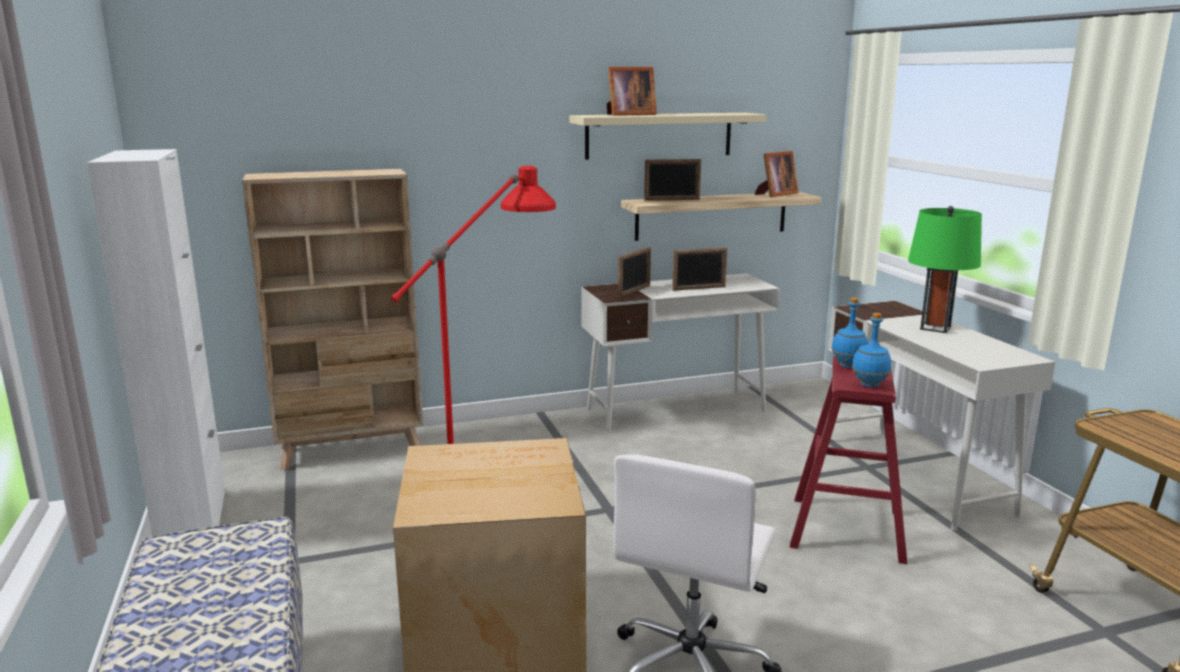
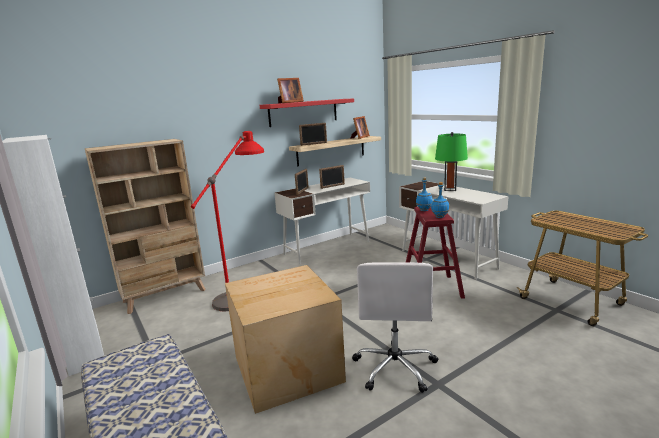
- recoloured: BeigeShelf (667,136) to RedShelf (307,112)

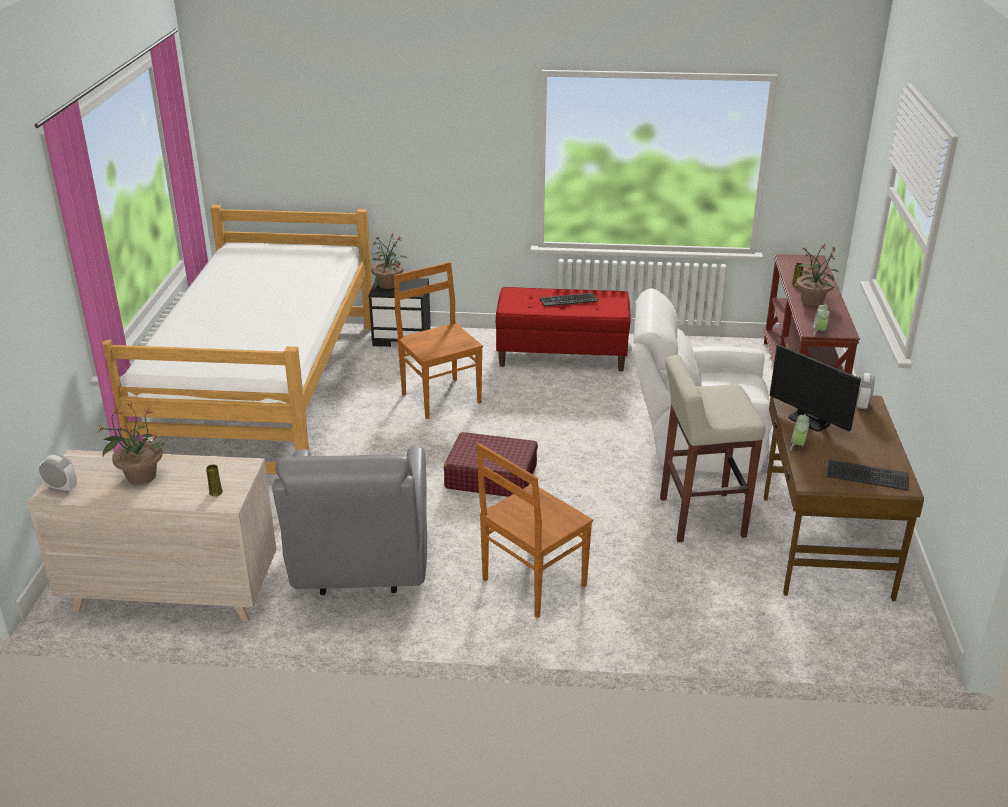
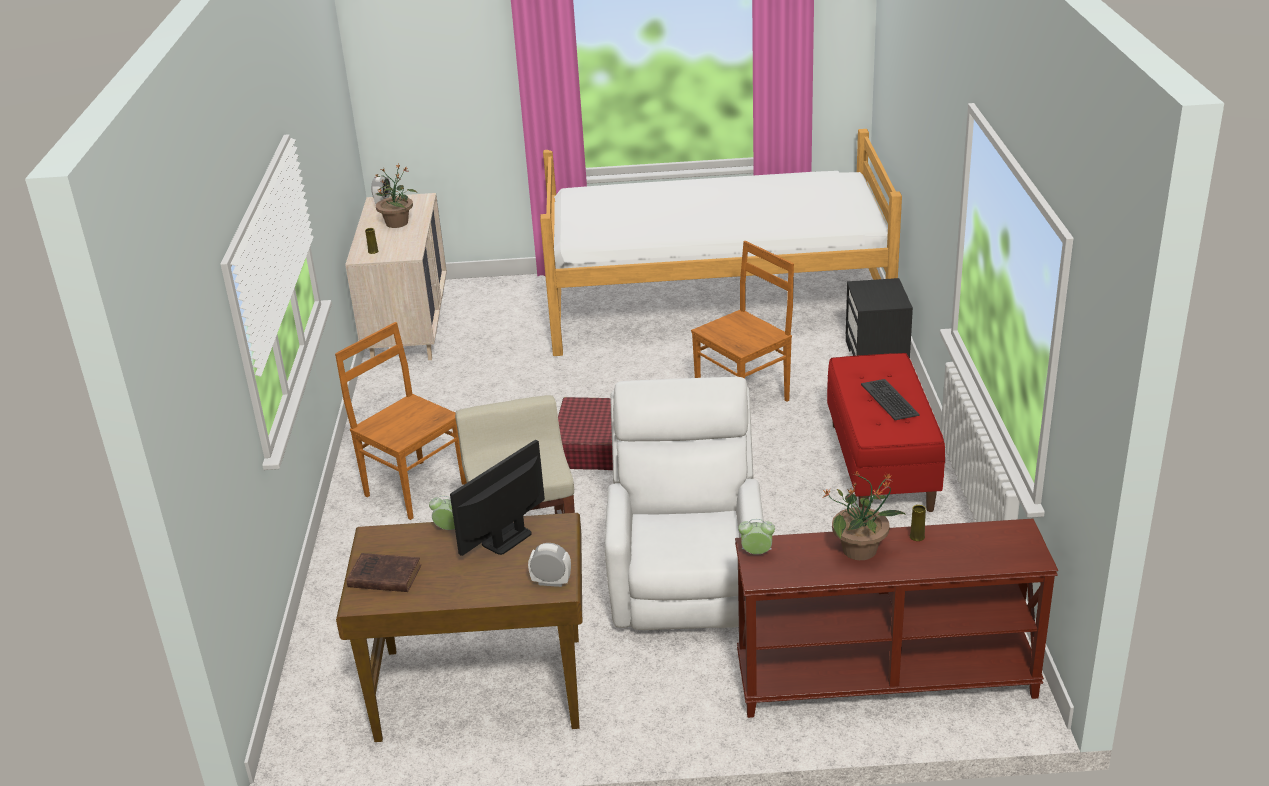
- removed: GreyArmchair (349,520)
- removed: PottedPlant (389,261)
- replaced: Keyboard (868,475) to BrownBook (384,572)

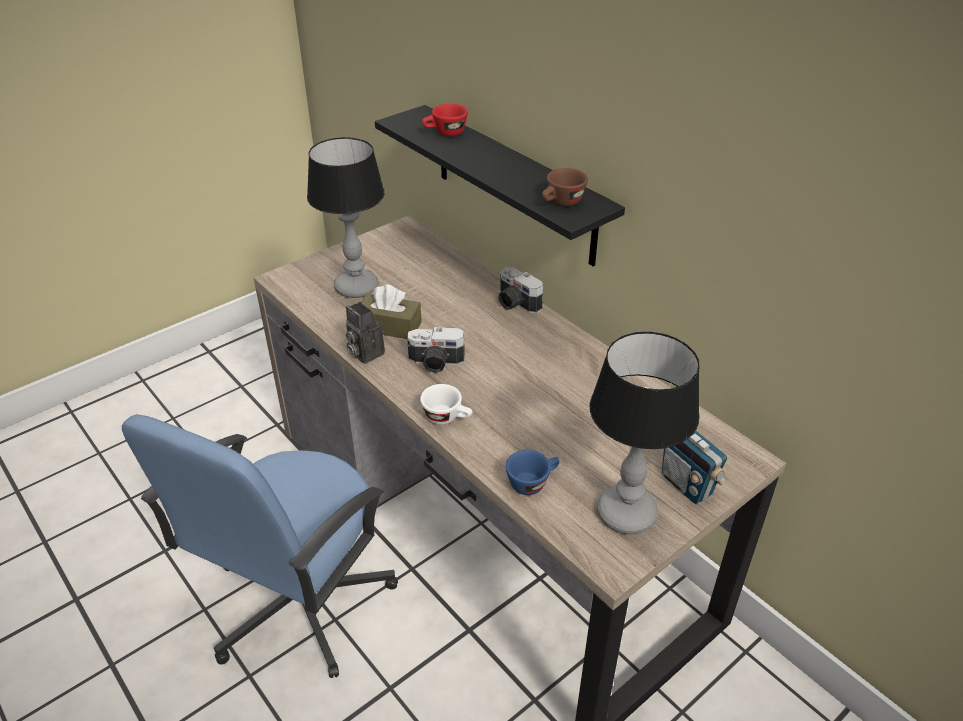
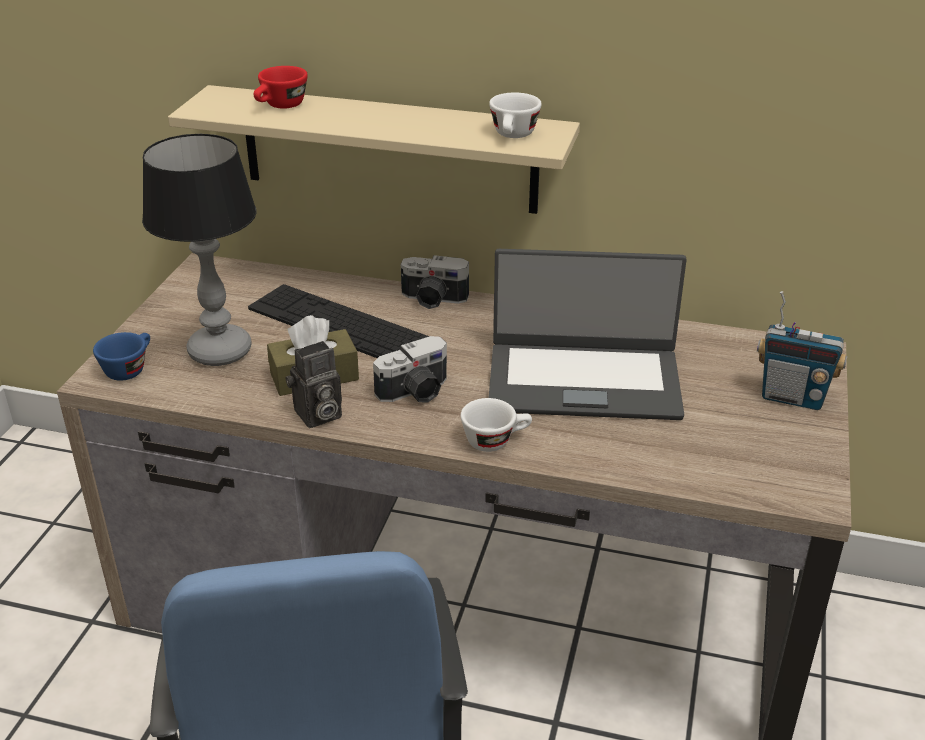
- removed: TableLamp (645,433)
- added: Keyboard (338,321)
- added: Laptop (588,334)
- moved: BlueCup (533,472) to (121,356)
- recoloured: BlackShelf (500,185) to BeigeShelf (374,149)
- recoloured: BrownCup (565,187) to WhiteCup (515,115)
- turned: PhotoCamera (365,333) = (313,384) 45 degrees counterclockwise

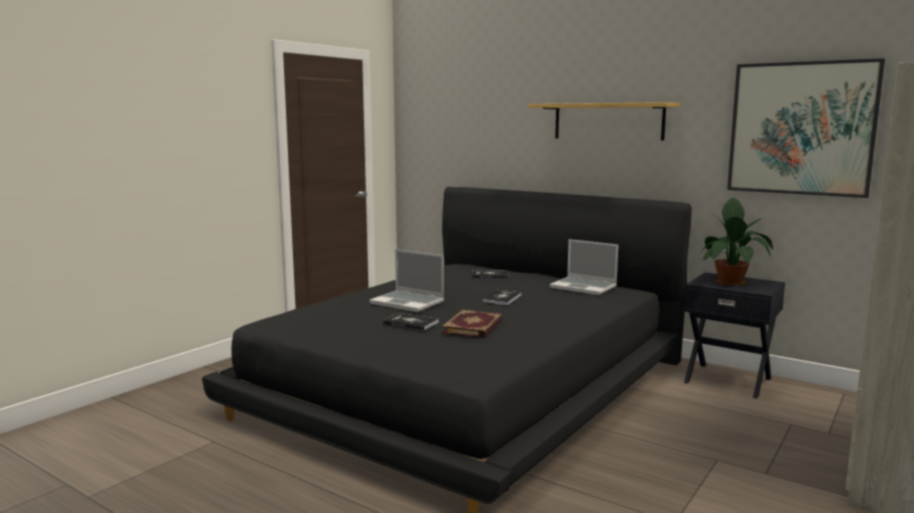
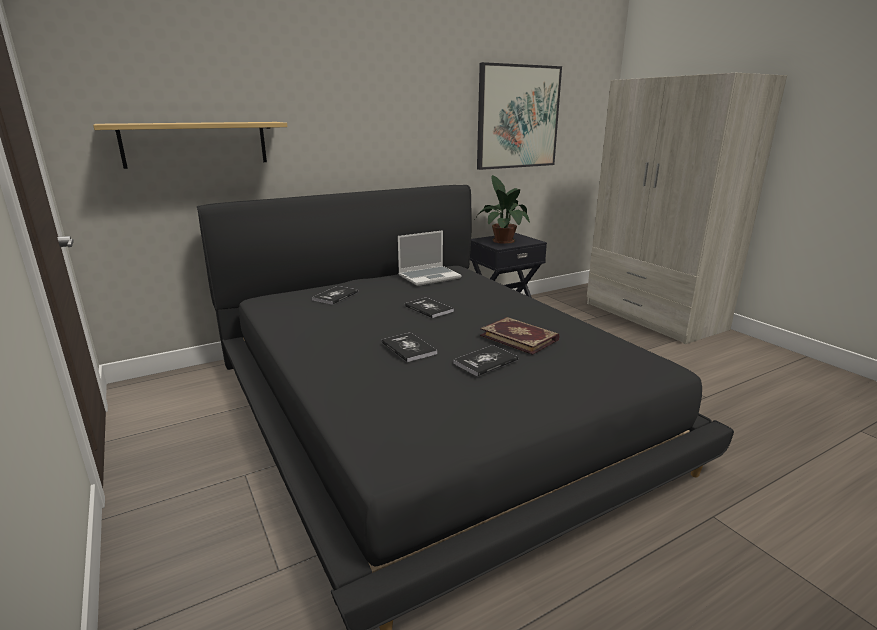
- moved: Shelf (604,121) to (190,145)
- replaced: Laptop (406,280) to Book (409,347)

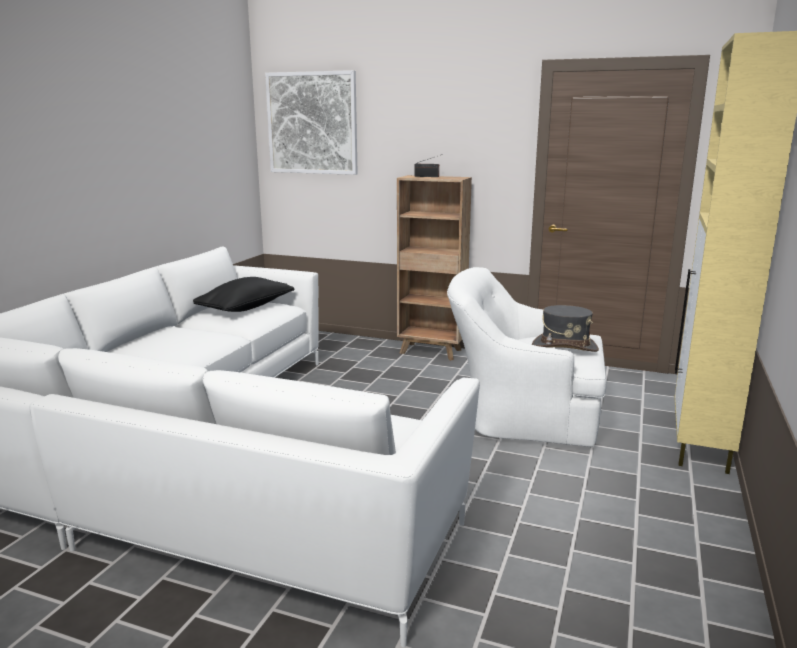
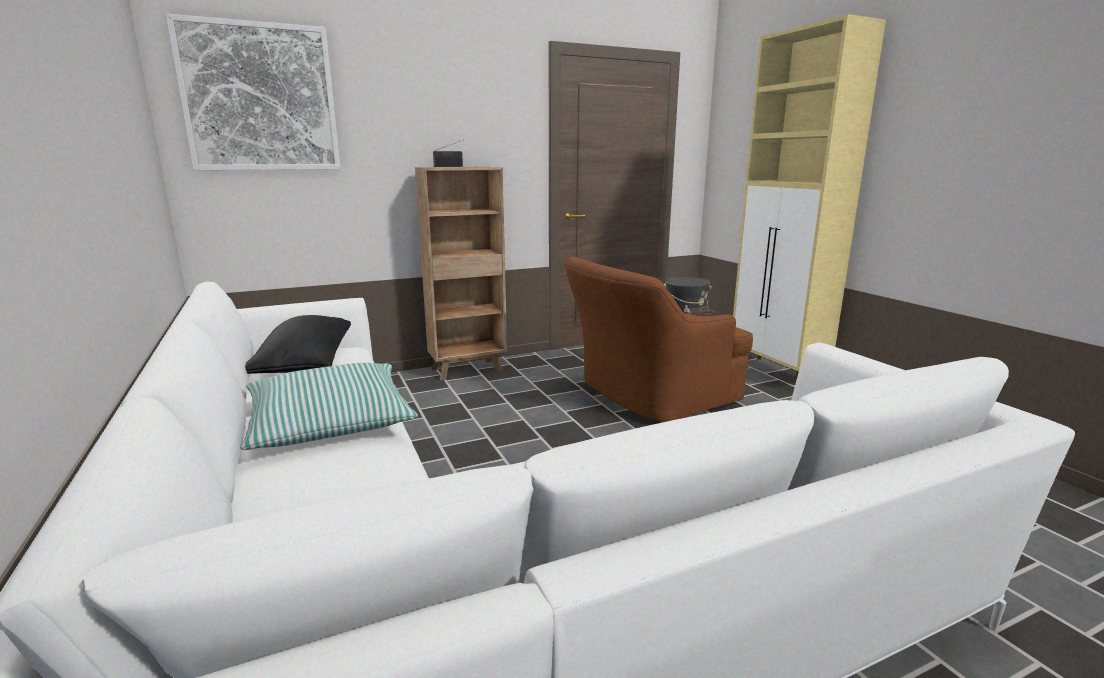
- added: Pillow (329,406)
- recoloured: WhiteArmchair (527,357) to BrownArmchair (659,339)

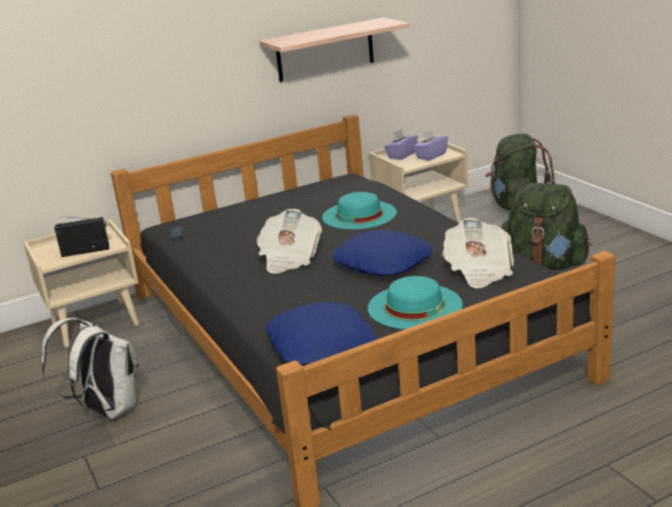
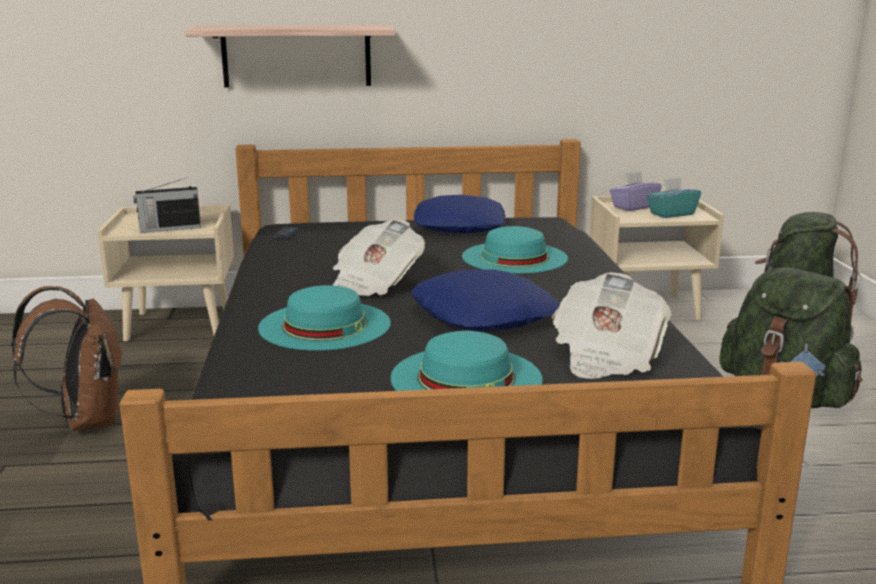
- added: TurquoiseHat (324,318)
- moved: Shelf (334,49) to (290,56)
- moved: BluePillow (320,333) to (460,214)
- recoloured: WhiteBackpack (90,368) to BrownBackpack (67,358)
- recoloured: PurpleTissueBox (430,144) to TurquoiseTissueBox (674,197)
- turned: Radio (81,236) = (167,205) 150 degrees clockwise

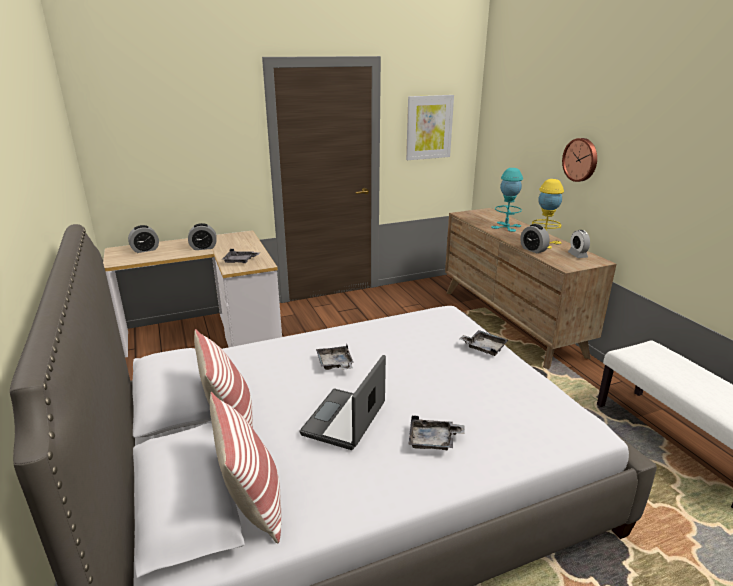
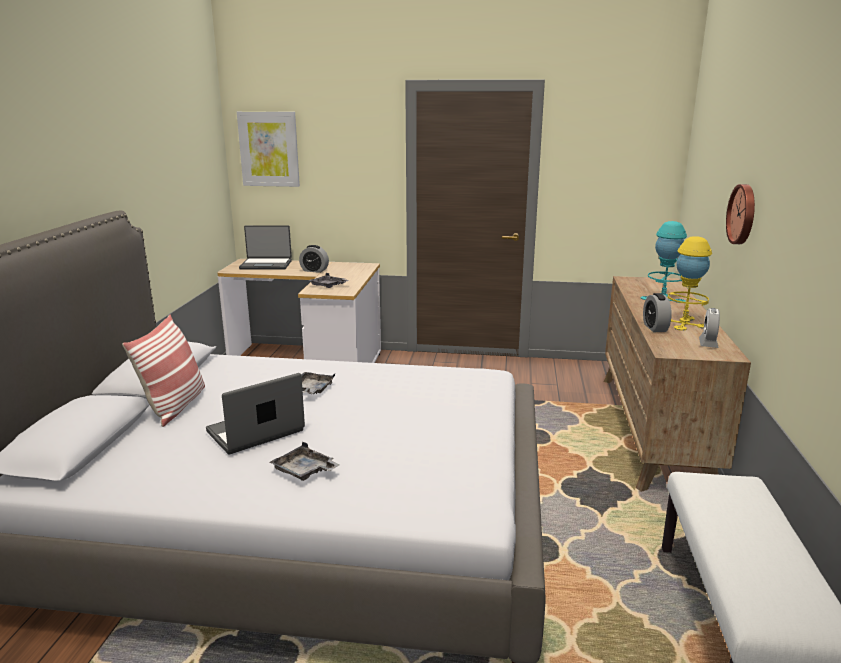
- removed: Pillow (245,467)
- removed: GreyTray (483,343)
- moved: Picture (430,127) to (268,149)
- replaced: AlarmClock (143,239) to Laptop (265,247)

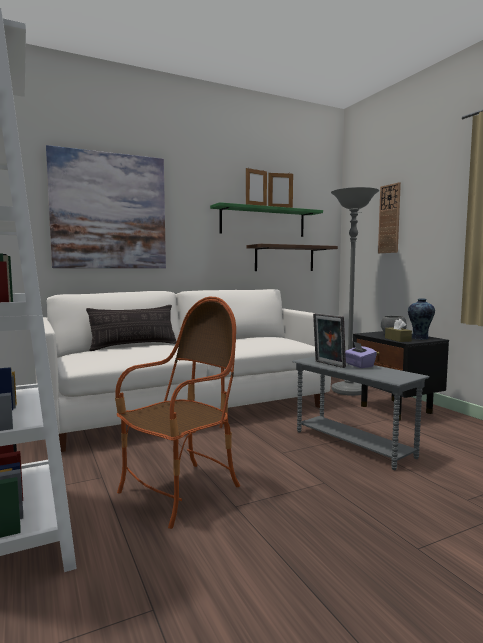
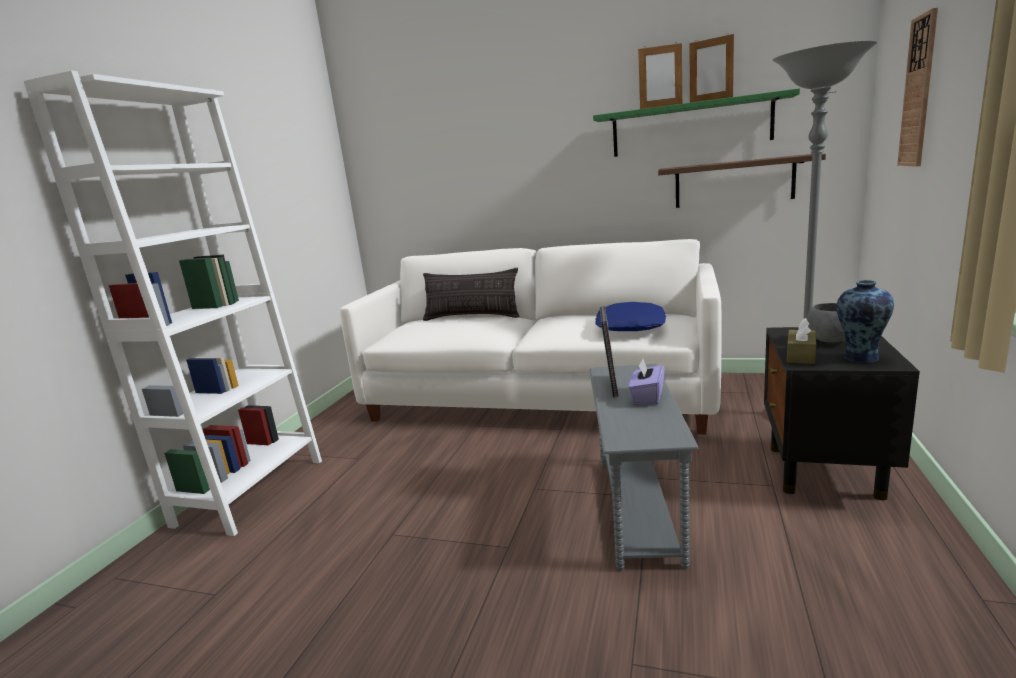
- removed: Picture (106,206)
- removed: Armchair (177,413)
- added: BluePillow (630,316)

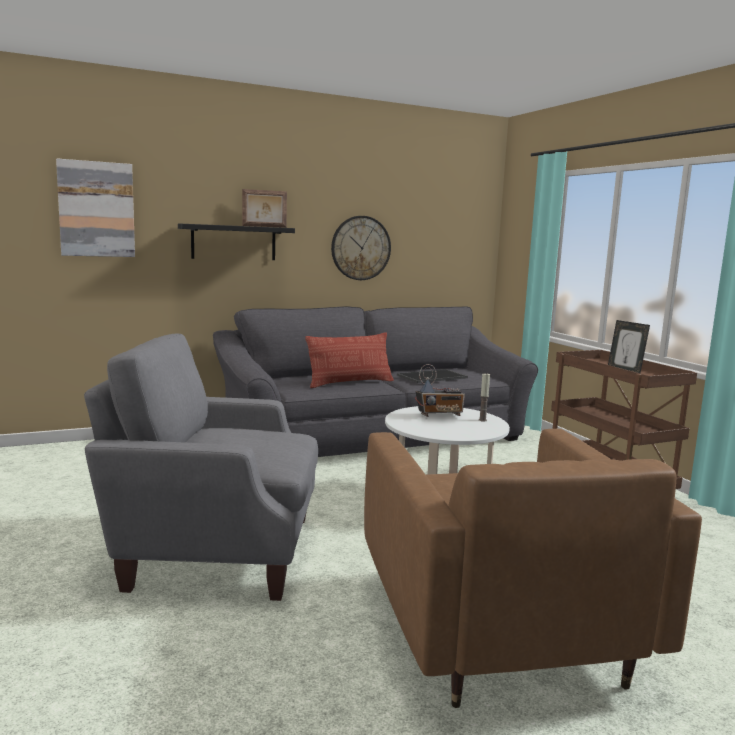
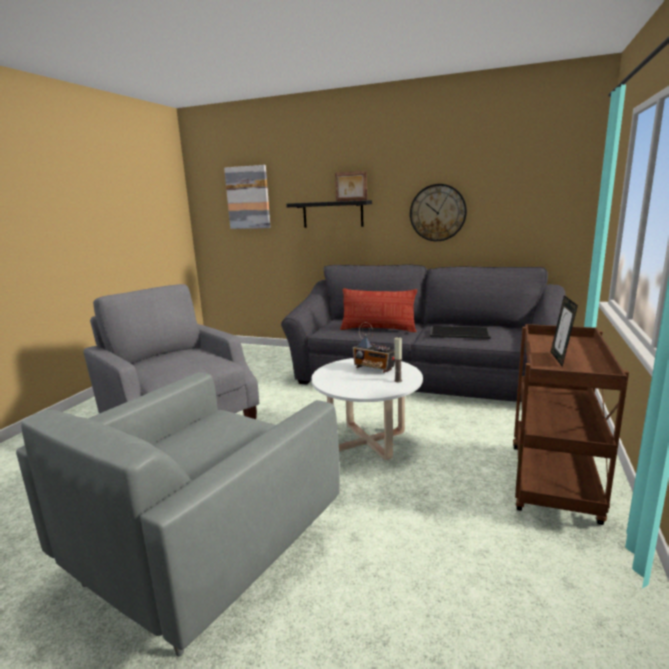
- recoloured: BrownArmchair (533,568) to GreyArmchair (178,514)

